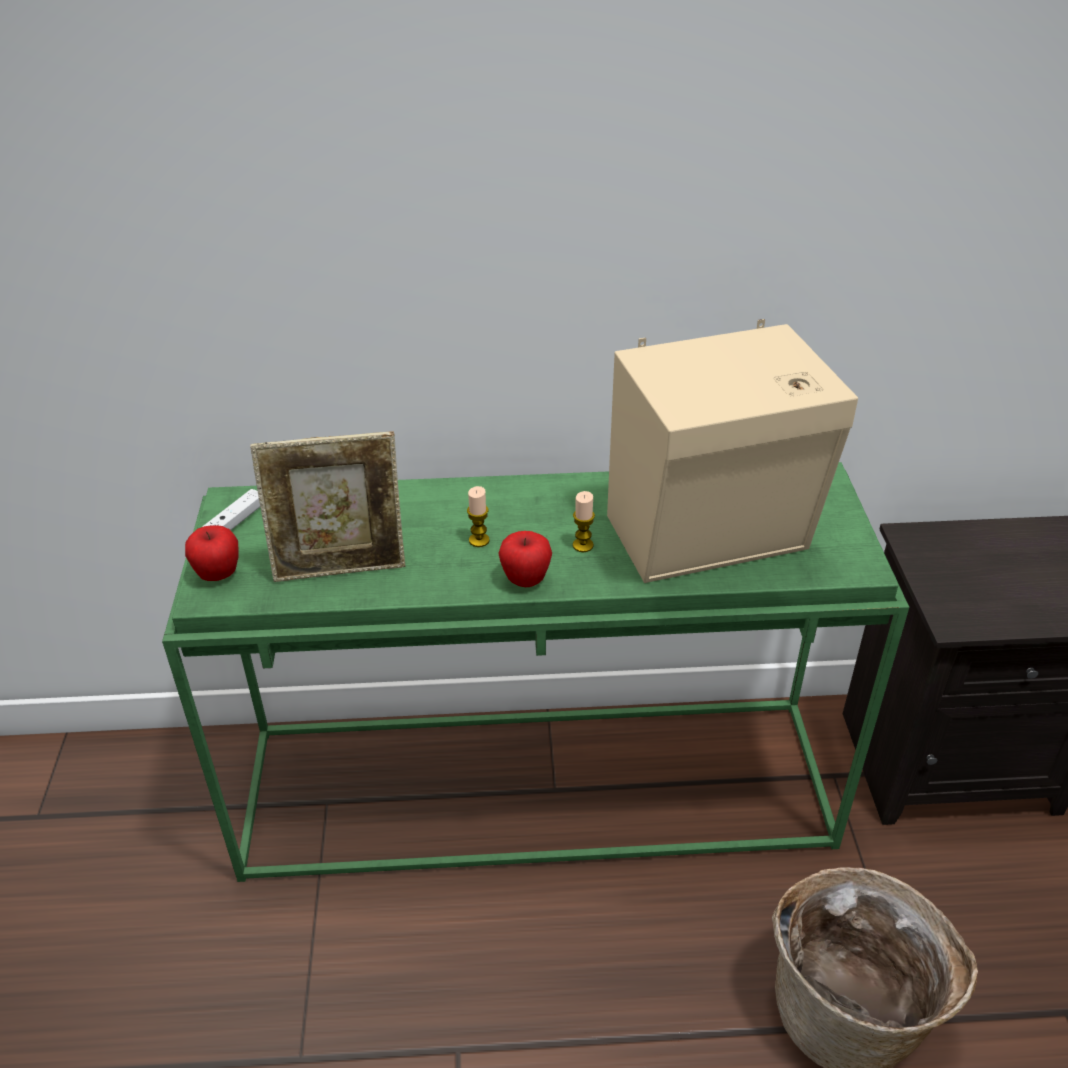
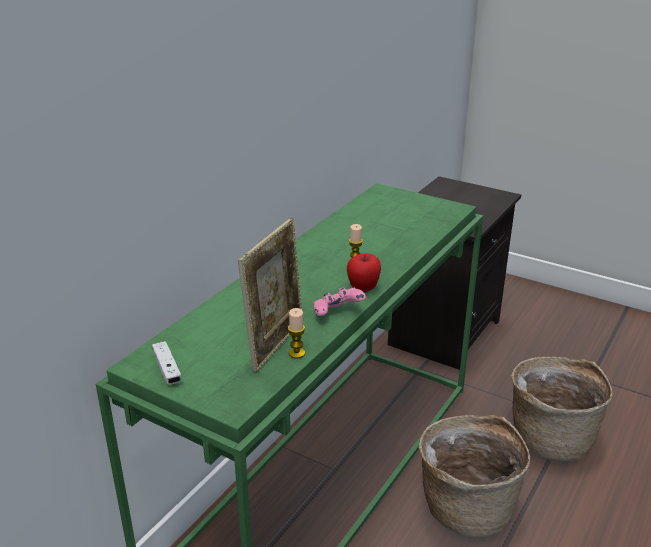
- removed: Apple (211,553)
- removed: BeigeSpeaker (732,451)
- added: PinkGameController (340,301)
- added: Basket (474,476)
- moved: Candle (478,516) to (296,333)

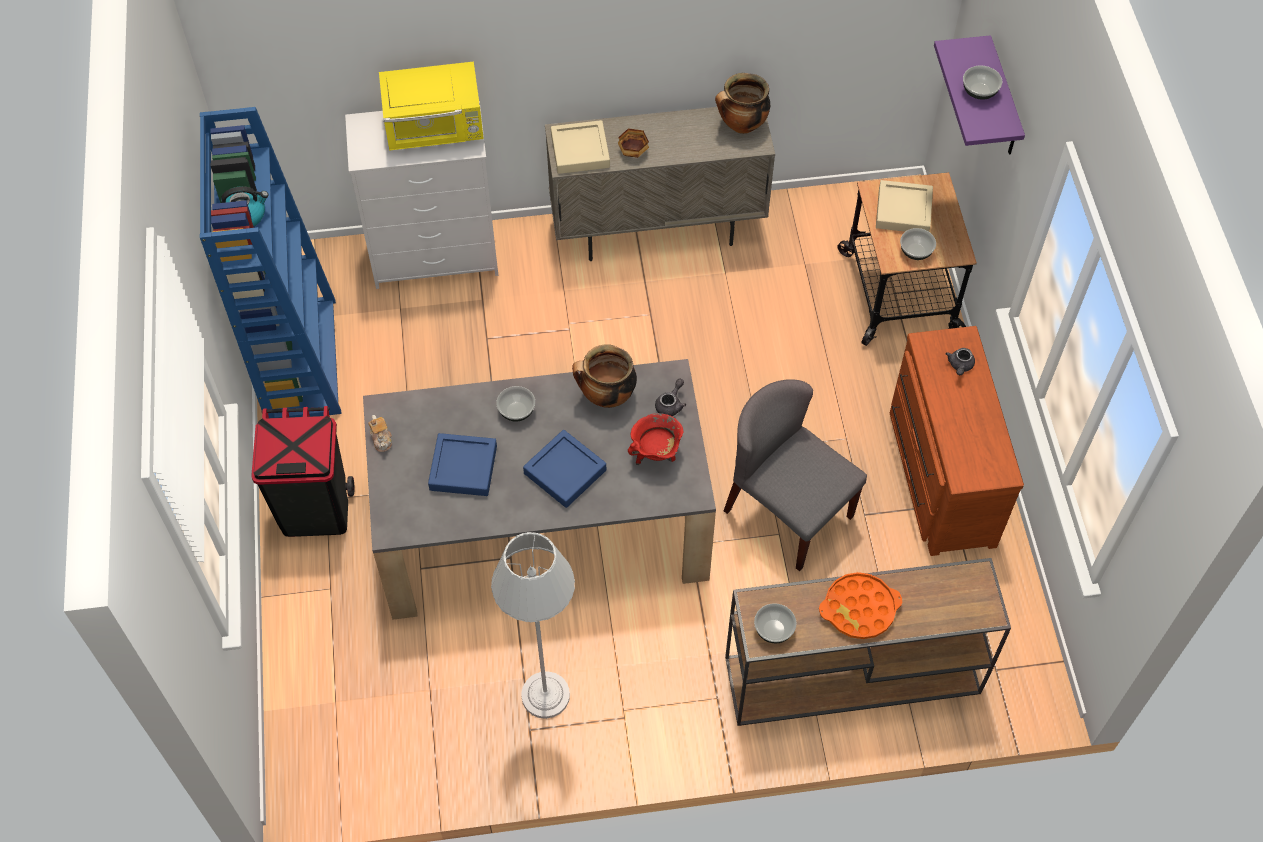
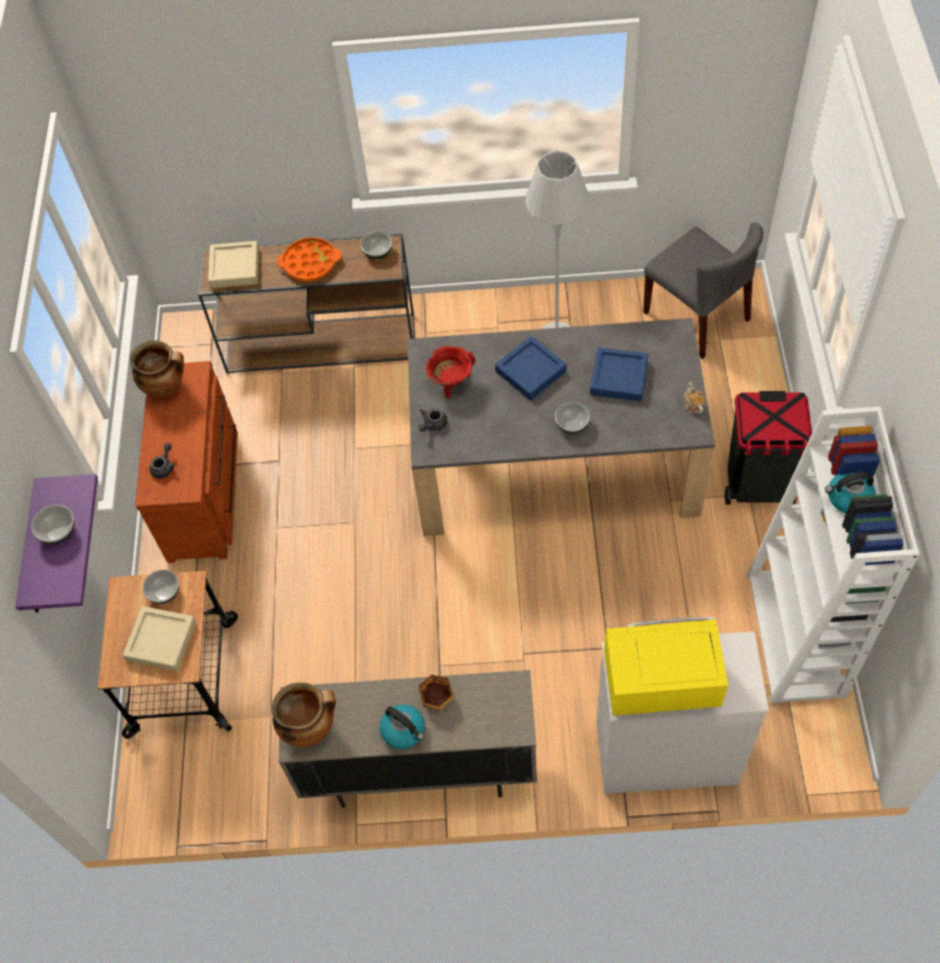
- added: Kettle (402,727)
- moved: BeigeTray (580,147) to (233,264)
- moved: CookingPot (604,376) to (157,369)
- moved: GreyChair (795,475) to (703,290)
- recoloured: BlueBookcase (270,262) to WhiteBookcase (833,554)

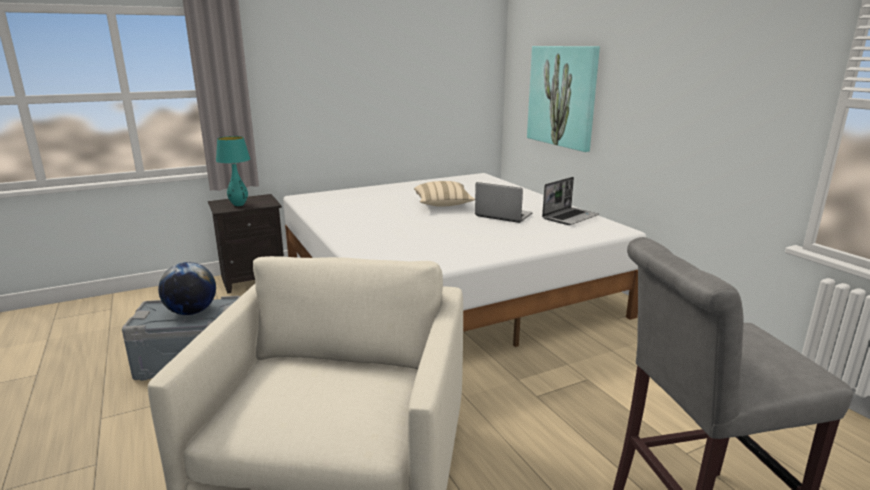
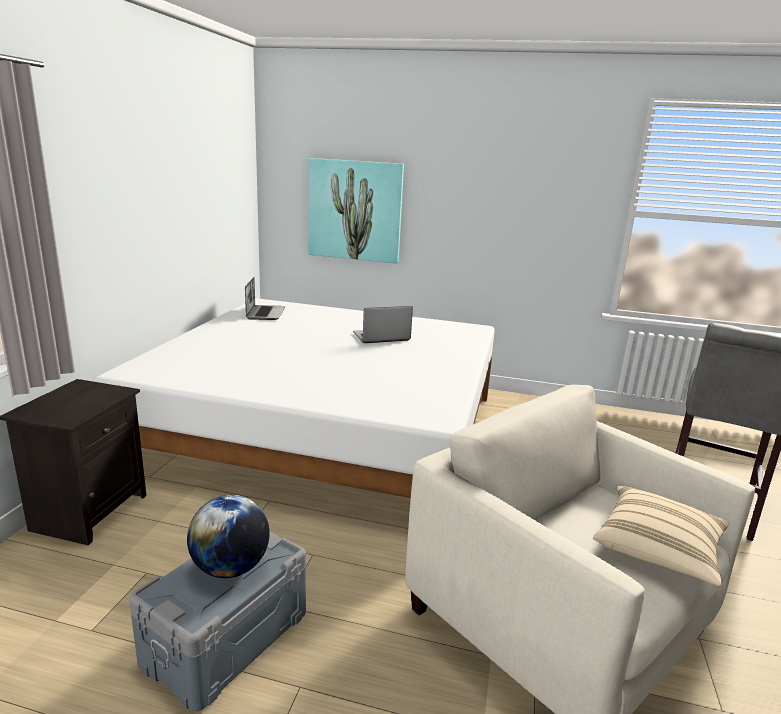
- removed: TurquoiseTableLamp (233,171)
- moved: BeigePillow (444,194) to (661,536)
- moved: Laptop (570,201) to (265,298)

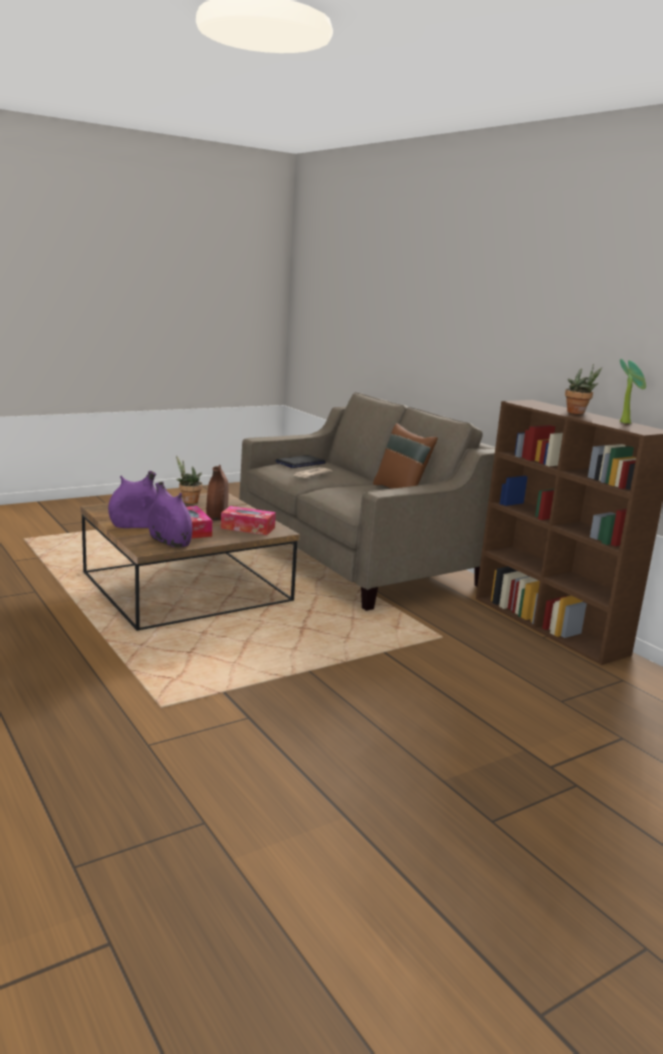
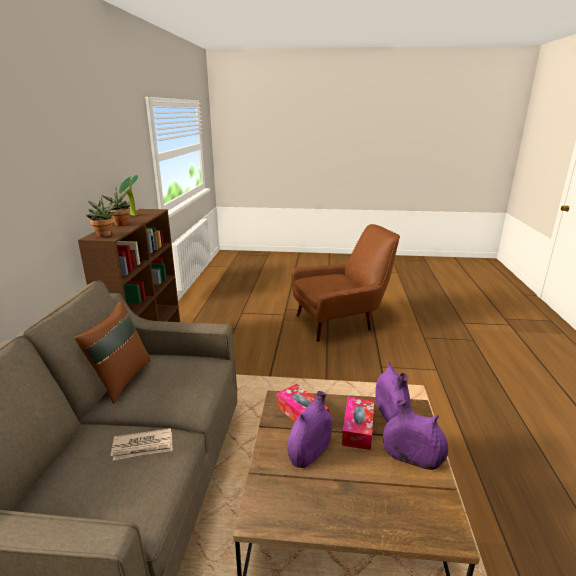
- removed: Laptop (300,461)
- added: BrownArmchair (345,283)
- moved: PottedPlant (189,479) to (101,217)
- recoloured: BrownVase (217,493) to PurpleVase (309,429)

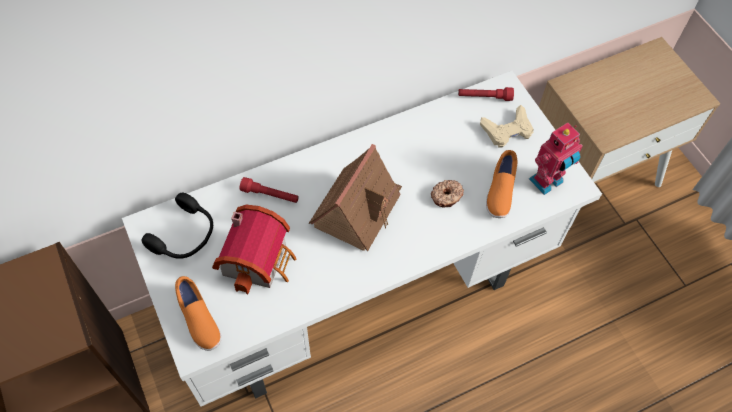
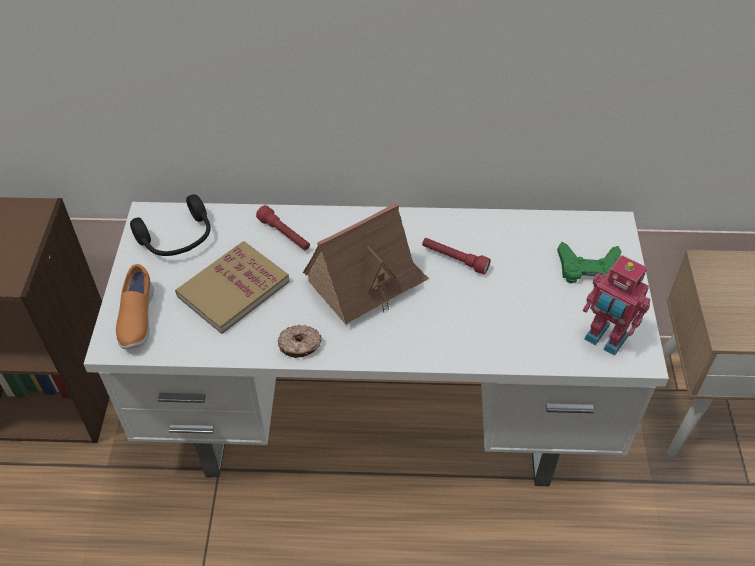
- removed: OrangeShoe (501,184)
- moved: Donut (447,194) to (300,341)
- moved: RedFlashlight (486,94) to (456,256)
- replaced: ToyHouse (254,250) to Book (232,287)
- recoloured: BeigeGameController (507,126) to GreenGameController (589,262)
- turned: ToyRobot (555,159) = (616,305) 45 degrees clockwise

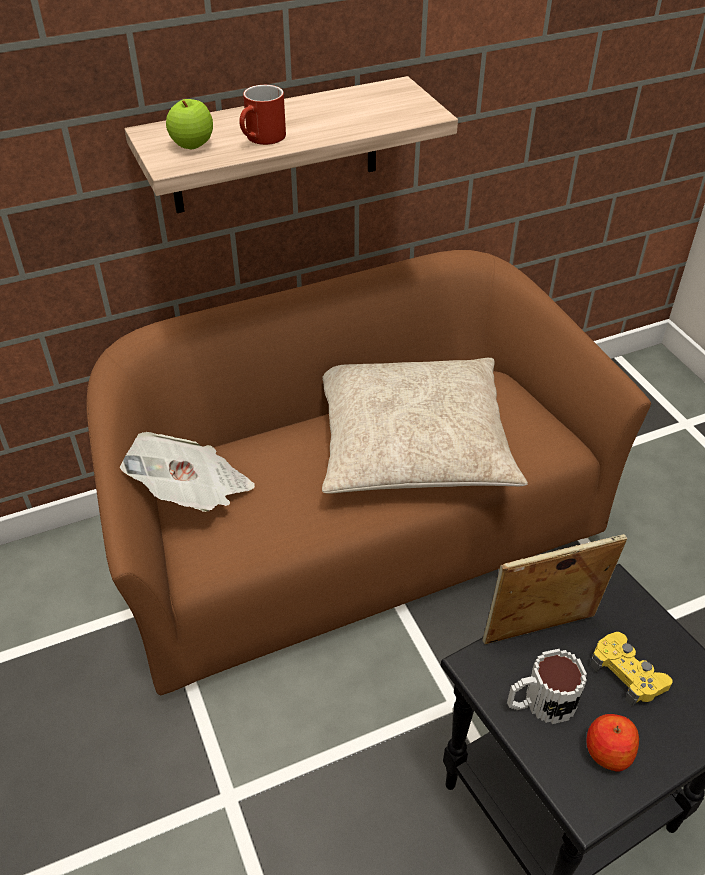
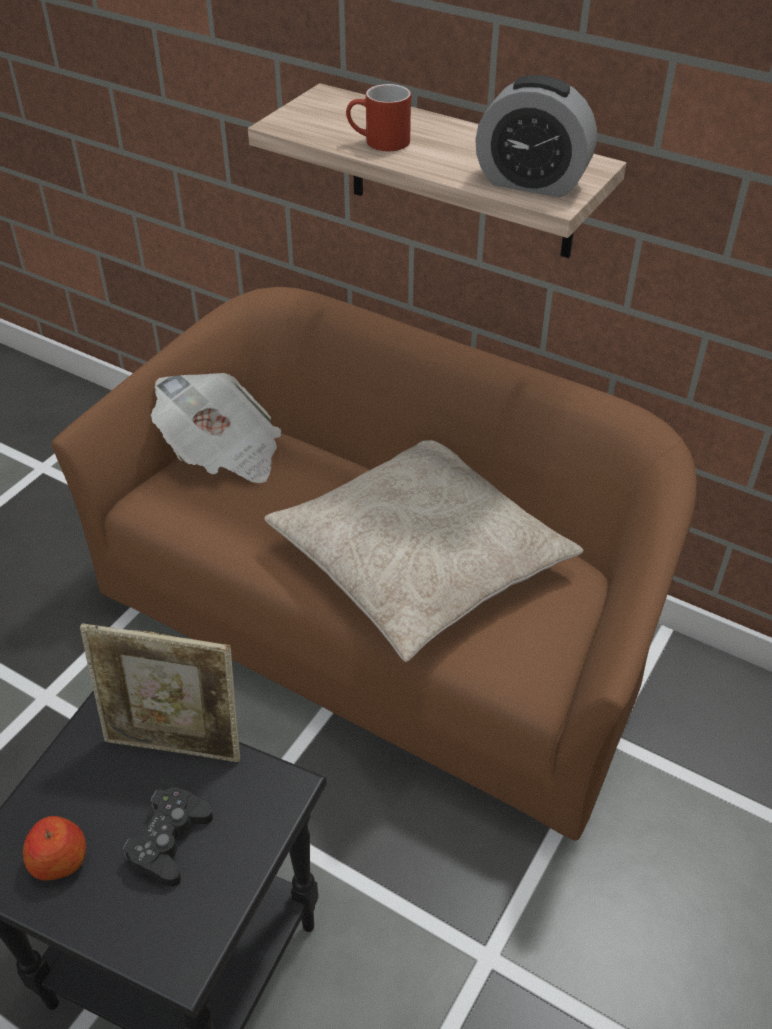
- removed: Apple (189,124)
- removed: Mug (547,686)
- added: AlarmClock (536,136)
- recoloured: YellowGameController (631,669) to BlackGameController (168,837)
- turned: PictureFrame (554,589) = (160,692) 150 degrees clockwise

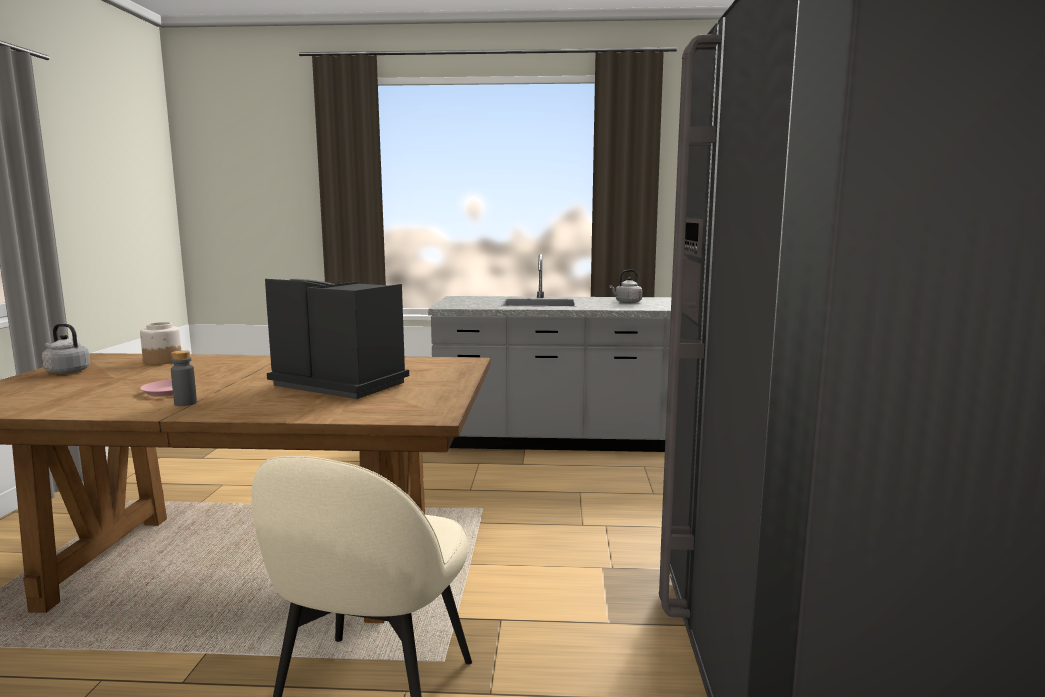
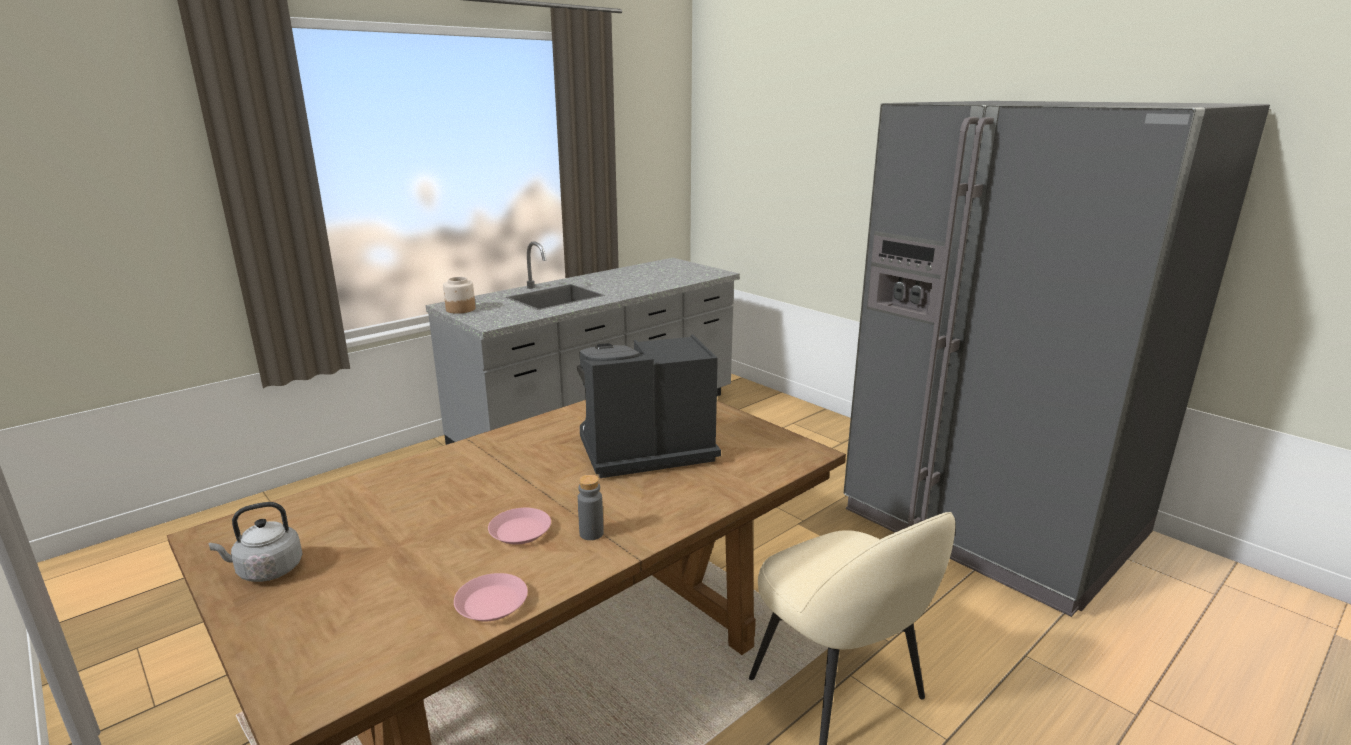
- removed: GreyKettle (625,286)
- added: PinkPlate (491,597)
- moved: Jar (161,343) to (459,295)

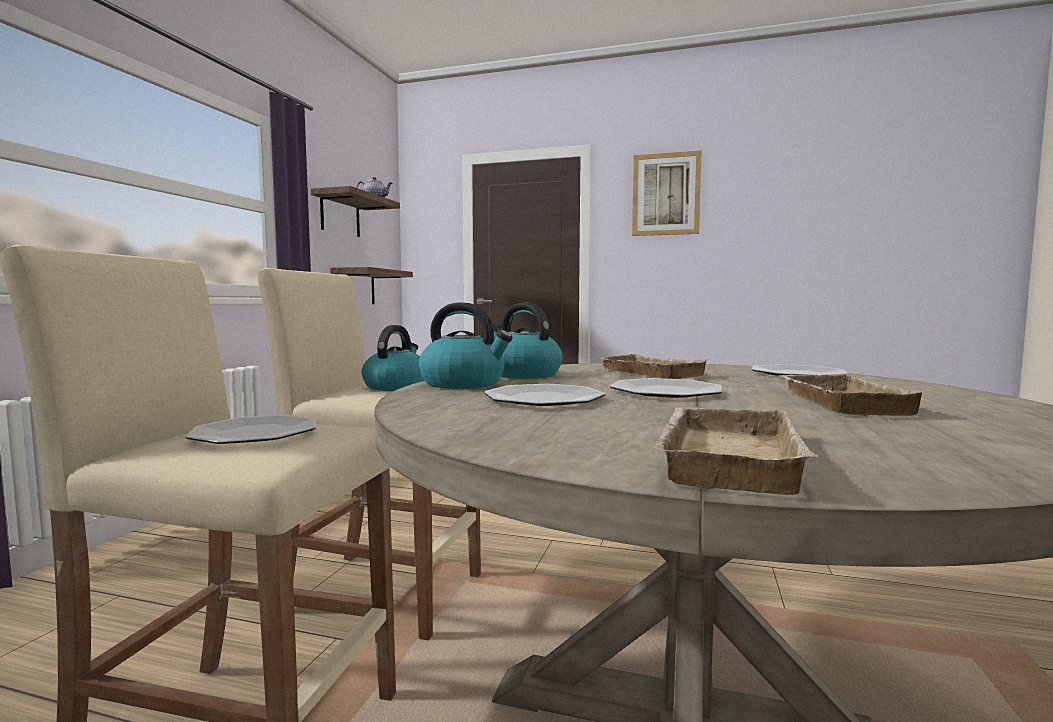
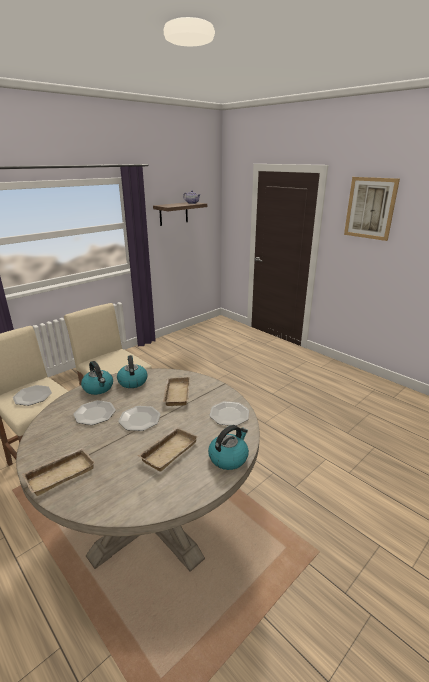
- removed: Shelf (371,285)
- moved: Kettle (393,358) to (228,447)

